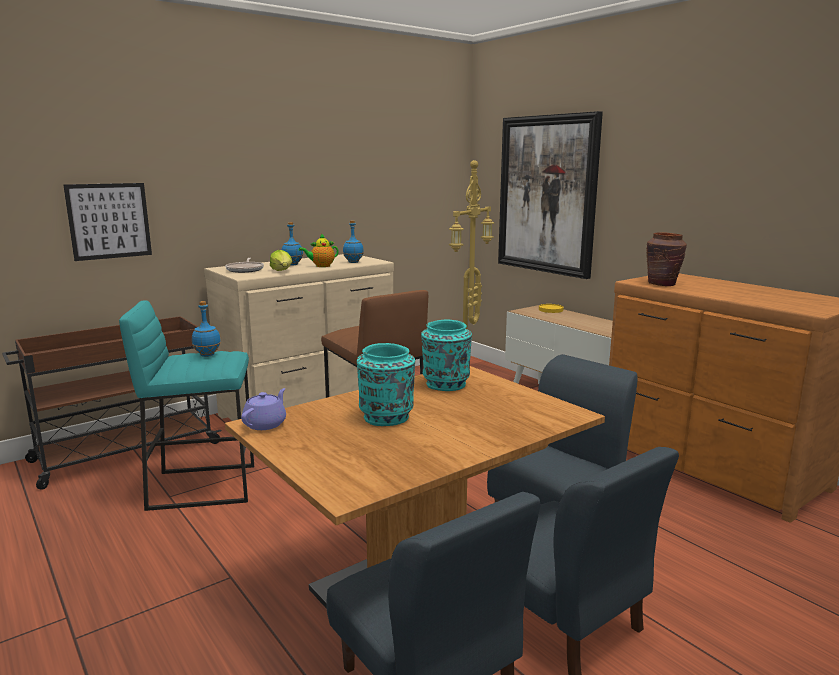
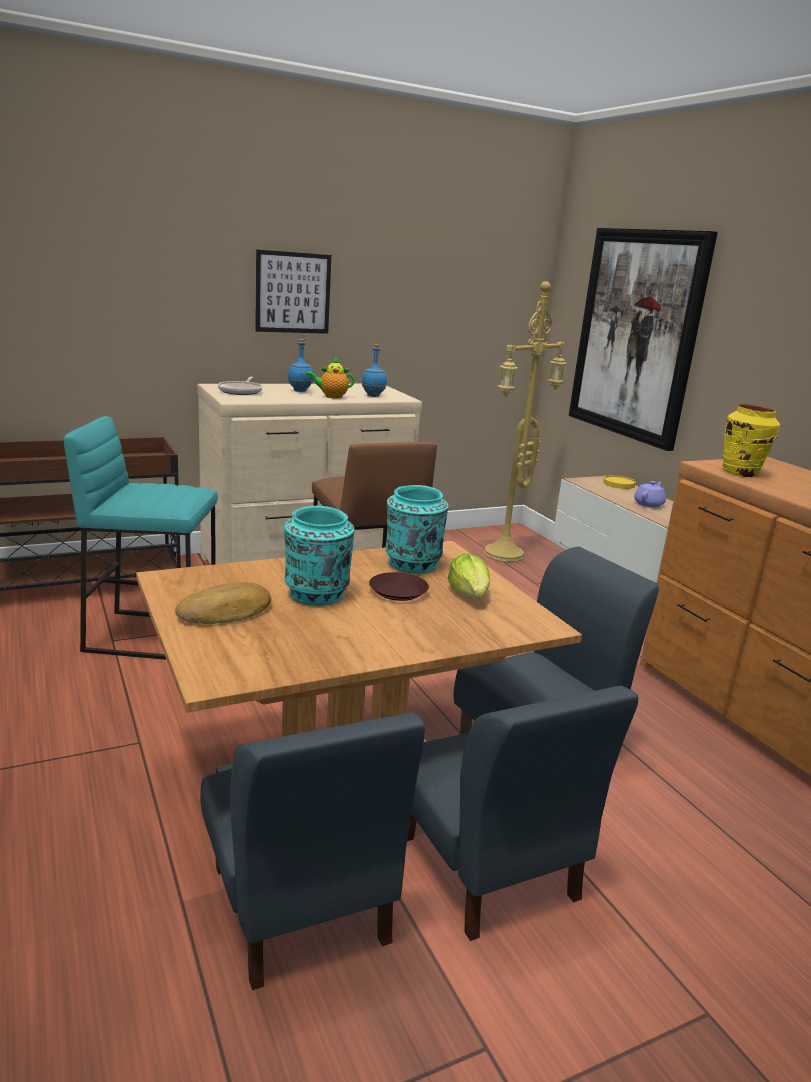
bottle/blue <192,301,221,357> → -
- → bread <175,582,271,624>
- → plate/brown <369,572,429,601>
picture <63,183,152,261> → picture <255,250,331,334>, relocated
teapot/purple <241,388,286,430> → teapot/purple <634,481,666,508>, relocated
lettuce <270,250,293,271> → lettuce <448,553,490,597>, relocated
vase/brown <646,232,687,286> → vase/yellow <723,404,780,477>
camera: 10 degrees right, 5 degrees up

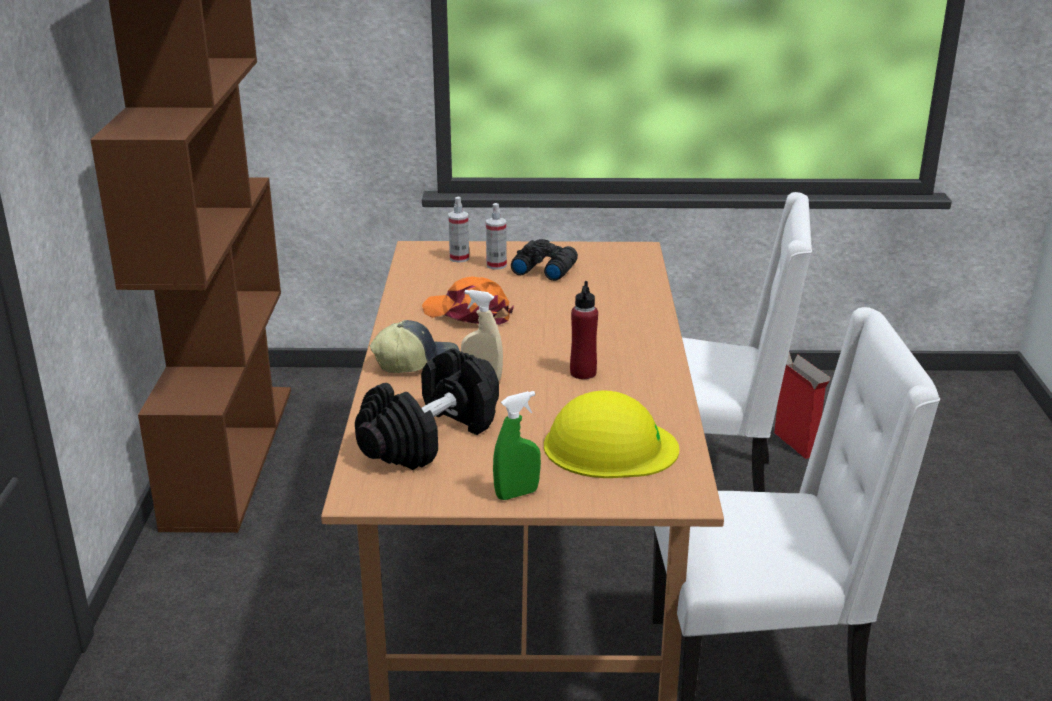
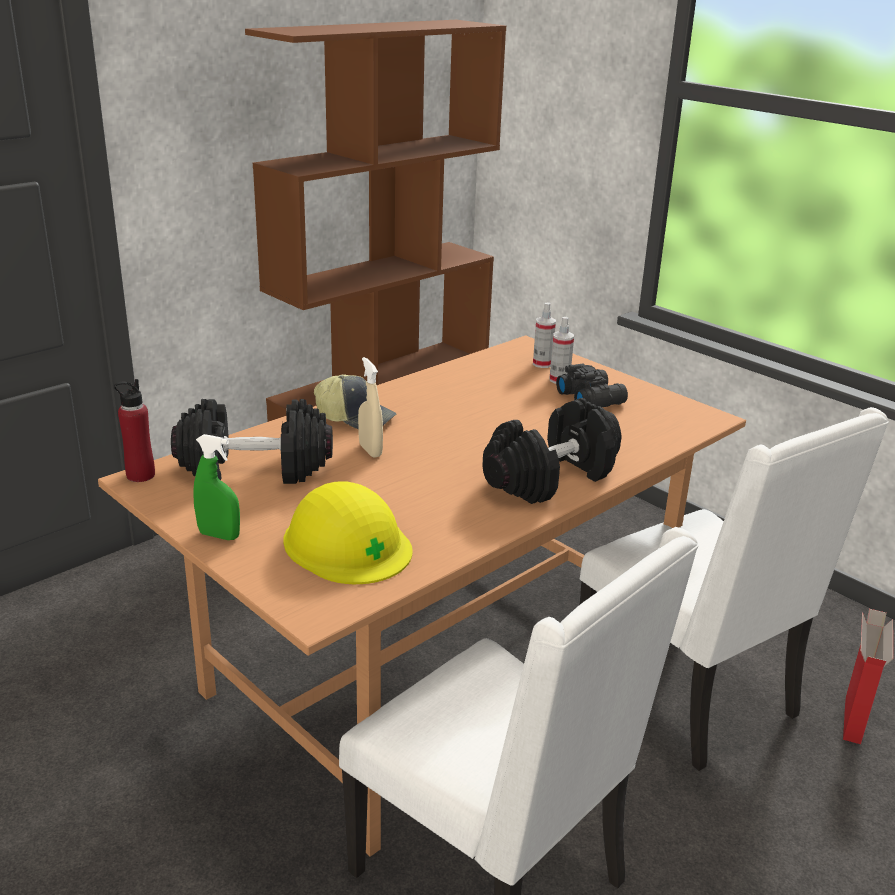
cap/orange <422,276,514,325> → -
- → dumbbell/black <483,398,622,504>
bottle/red <570,281,598,379> → bottle/red <114,379,155,482>, relocated
camera: 45 degrees right, 0 degrees up

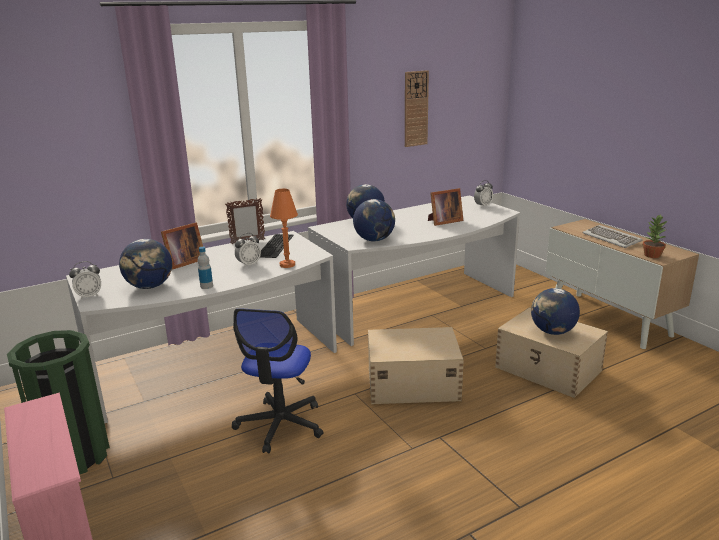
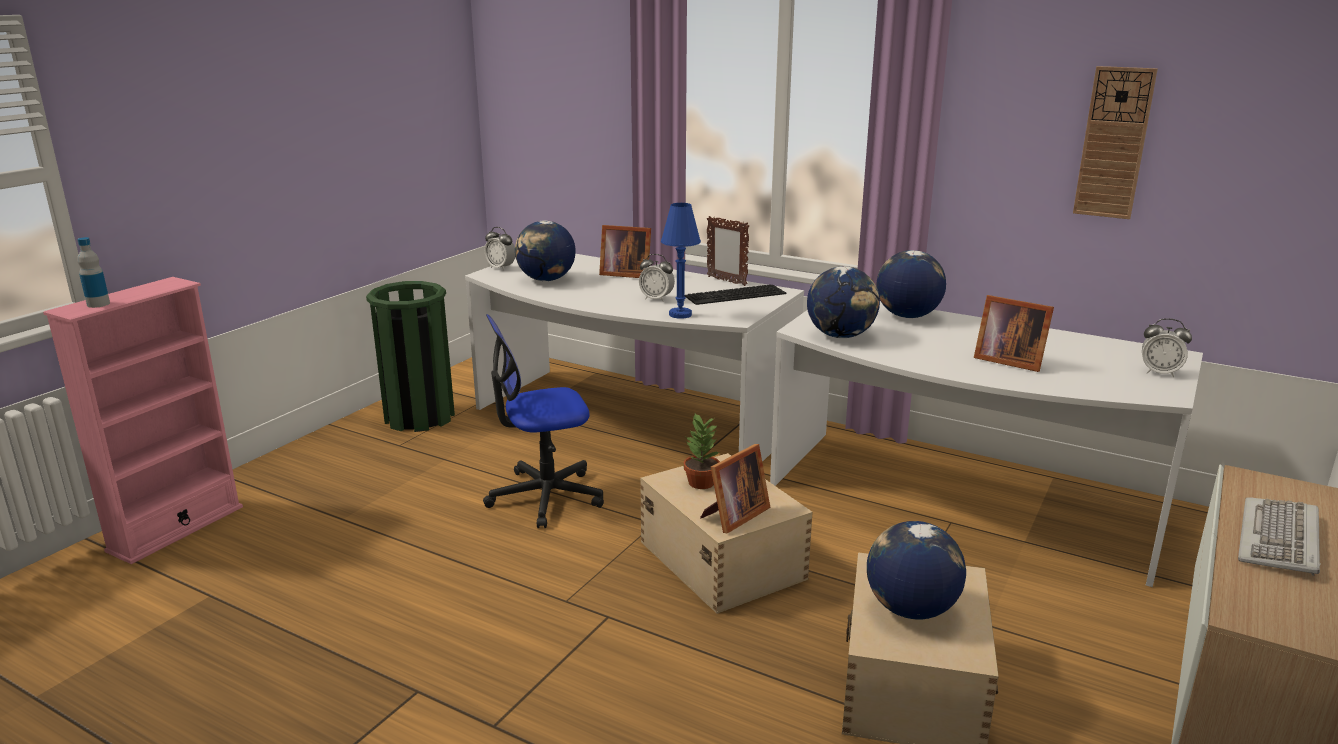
- → picture frame <700,444,770,534>
bottle <198,247,213,289> → bottle <77,237,110,308>, relocated
potted plant <643,214,667,258> → potted plant <683,414,720,489>, relocated
table lamp/orange <270,189,298,268> → table lamp/blue <661,203,701,319>
camera: 60 degrees right, 0 degrees up

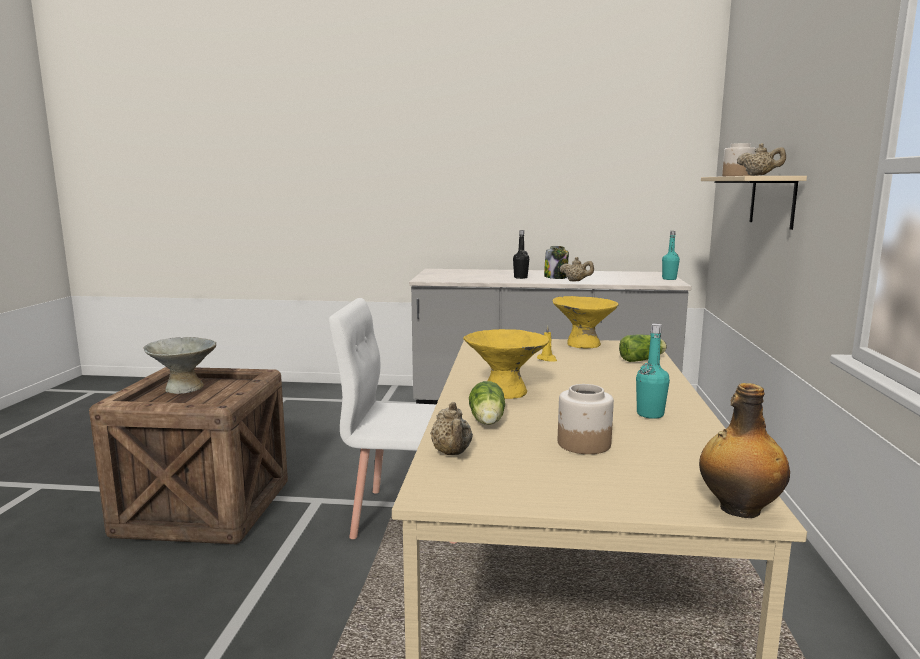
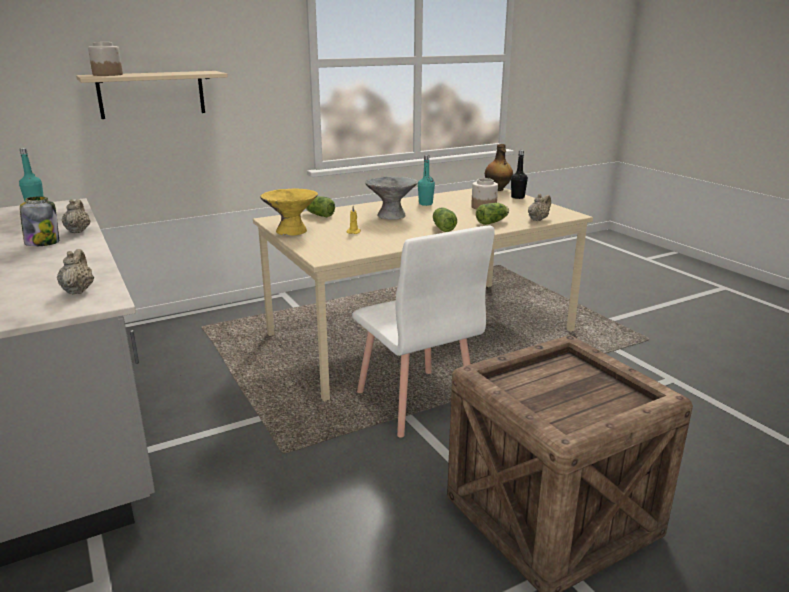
bowl/grey <143,337,216,394> → bowl/grey <365,176,418,220>, relocated
bottle/black <513,230,529,279> → bottle/black <511,150,528,199>, relocated
teapot/beige <737,143,786,176> → teapot/beige <57,249,94,294>, relocated
bowl/yellow <463,329,549,399> → lettuce <433,207,457,232>
camera: 125 degrees left, 10 degrees up

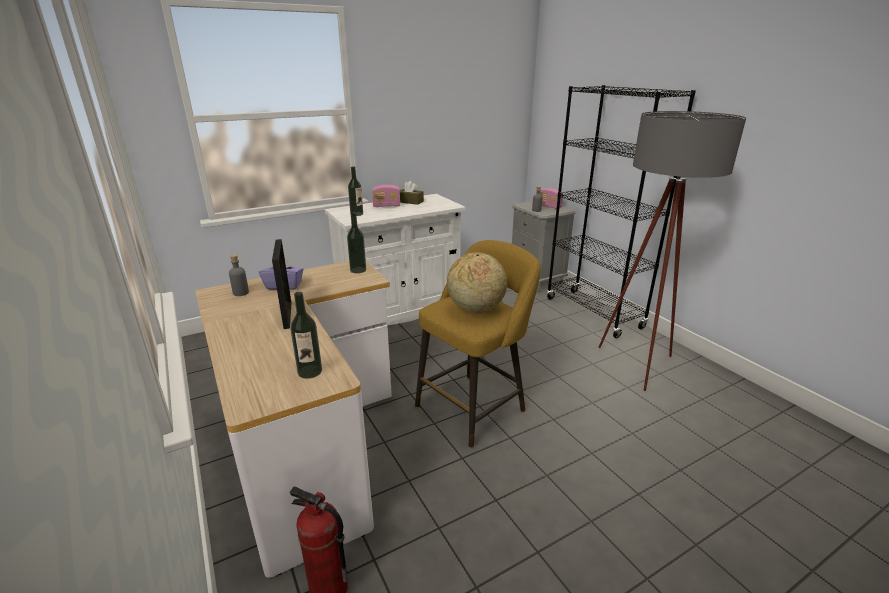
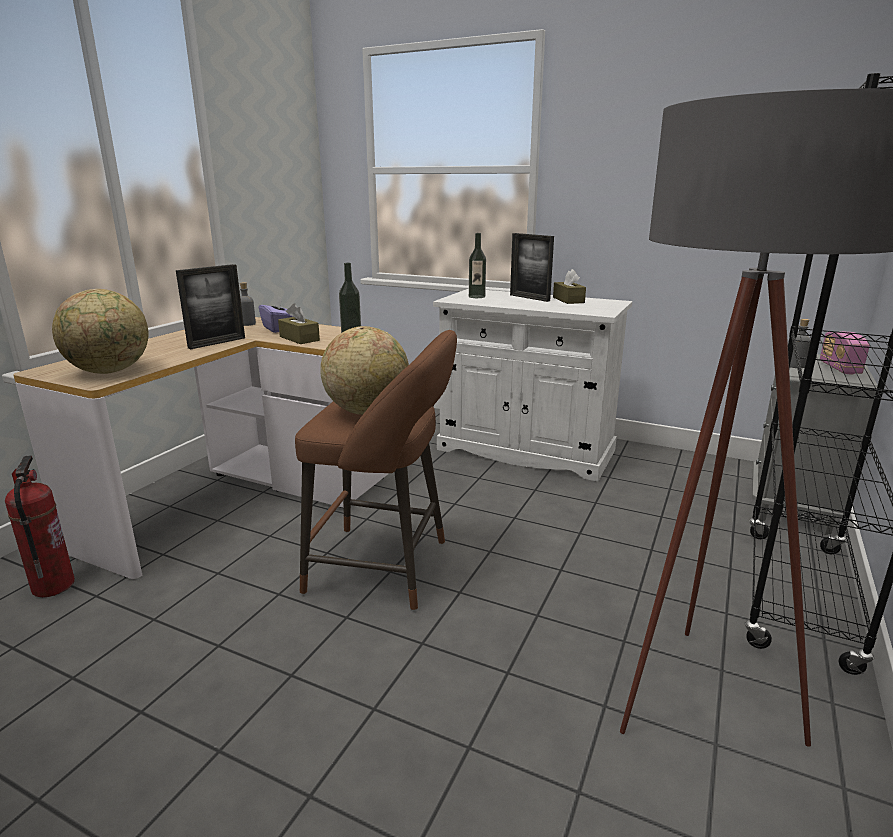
- → tissue box/brown <278,303,320,344>
bottle <290,292,322,379> → globe <52,289,148,374>
radio <372,185,400,207> → picture frame <510,233,554,302>
stool/yellow <415,240,541,448> → stool/brown <295,330,457,610>
camera: 55 degrees right, 5 degrees down

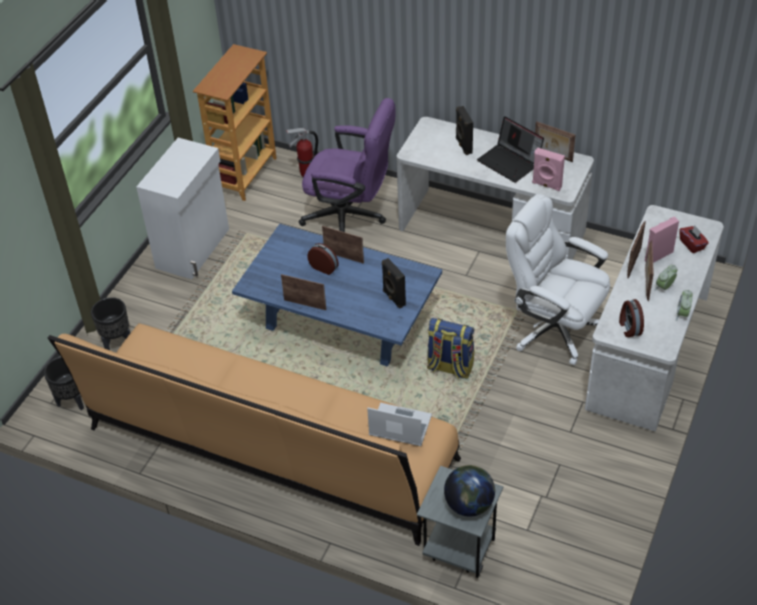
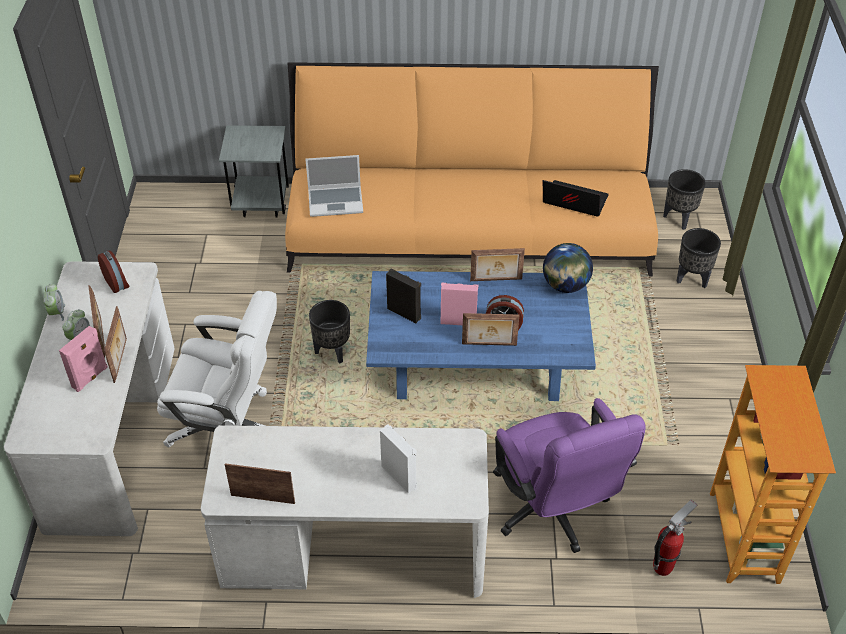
cabinet/white <136,138,229,279> → -
tissue box/red <679,226,709,253> → -
globe <444,465,495,517> → globe <543,243,593,293>, relocated
laptop <477,116,544,183> → laptop <543,180,609,217>, relocated
speaker/pink <532,147,565,191> → speaker/pink <440,283,479,325>, relocated
backpack <427,318,474,379> → planter/black <309,300,350,364>
speaker/black <456,106,473,155> → speaker/white <380,424,417,493>
office chair/purple <299,98,395,232> → office chair/purple <493,398,646,553>, 105 degrees counterclockwise
camera: 155 degrees right, 0 degrees up

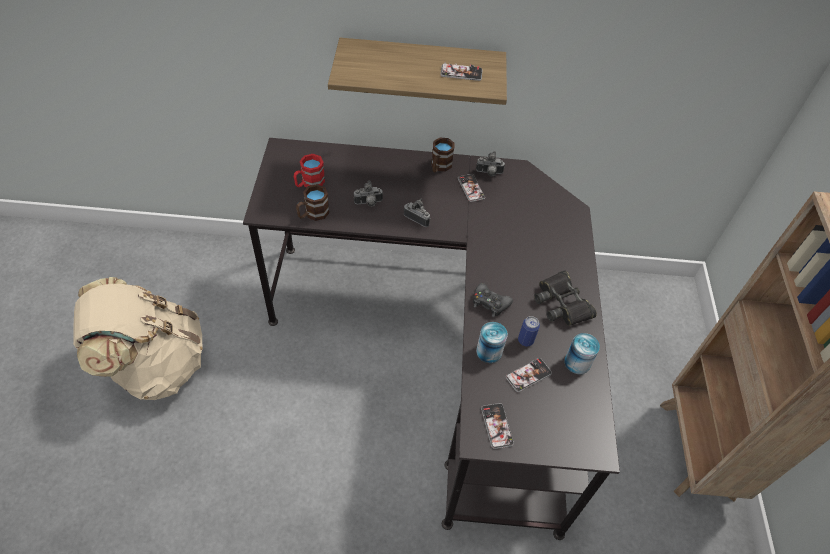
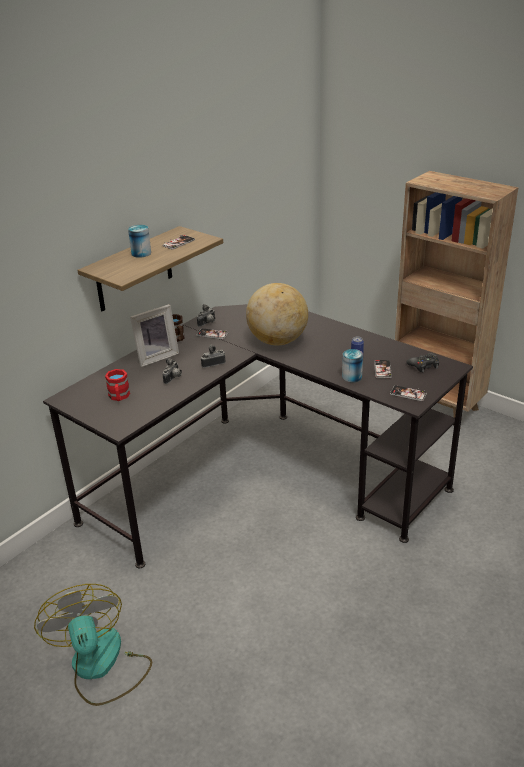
mug/brown <296,184,329,221> → -
binoculars/black <534,270,597,326> → -
- → picture frame <130,304,179,367>
- → globe <246,283,308,345>
game controller/black <473,283,513,317> → game controller/black <406,353,439,372>, relocated
can <564,333,600,374> → can <128,225,151,258>, relocated
backpack/beige <73,277,203,400> → fan <34,584,152,706>
camera: 50 degrees left, 20 degrees down

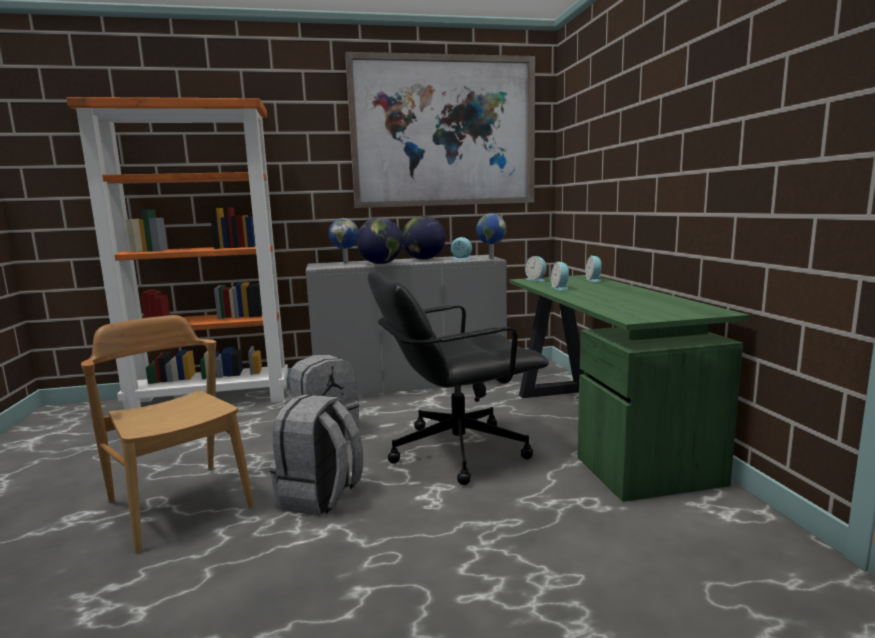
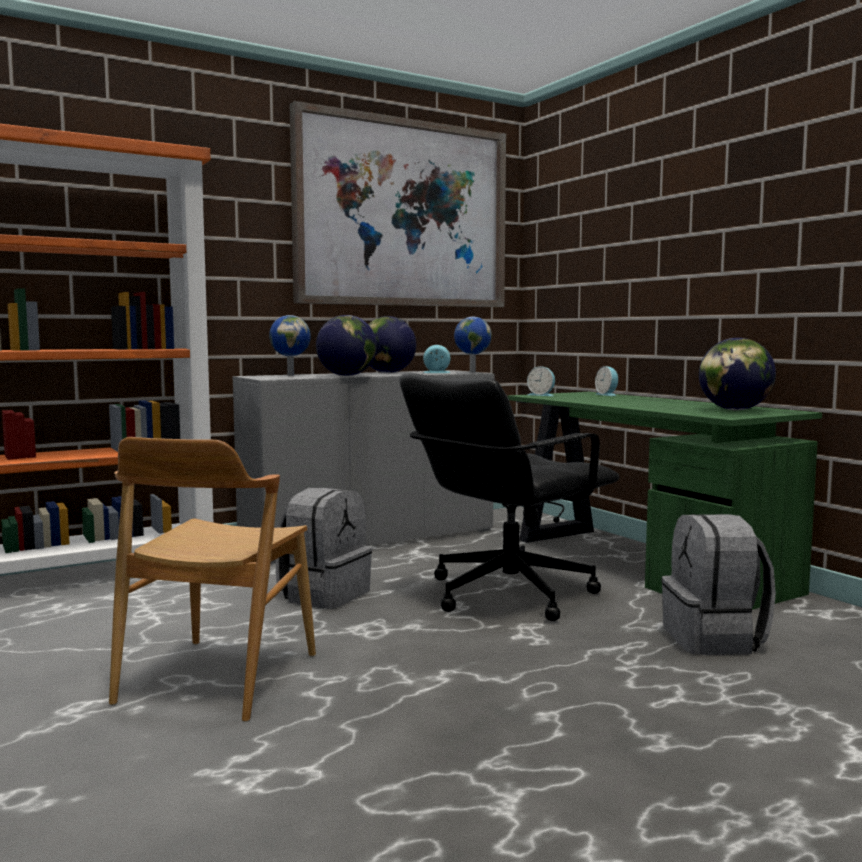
alarm clock <551,262,570,291> → -
- → globe <699,338,776,410>
backpack/grey <269,395,363,516> → backpack/grey <661,514,776,655>, relocated
chair/brown <81,315,254,553> → chair/brown <109,437,316,722>, 105 degrees counterclockwise
camera: 20 degrees left, 5 degrees down

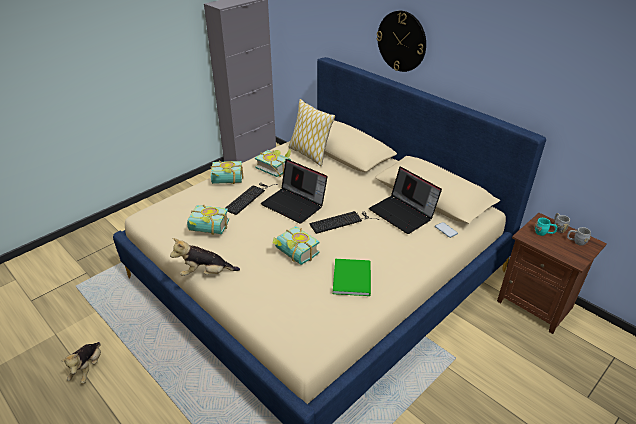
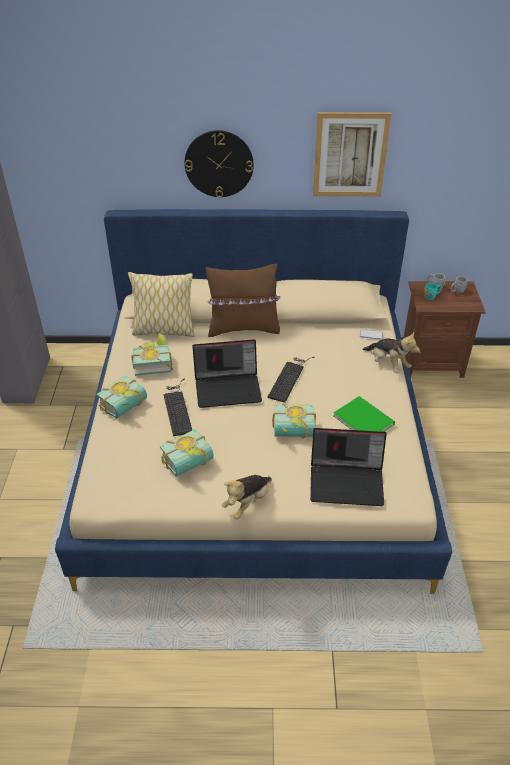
- → pillow/brown <206,264,280,337>
- → picture <313,112,392,196>
plush toy <62,342,101,384> → plush toy <362,332,420,373>, relocated
laptop <369,167,442,234> → laptop <310,428,387,506>, relocated
camera: 45 degrees left, 5 degrees up

